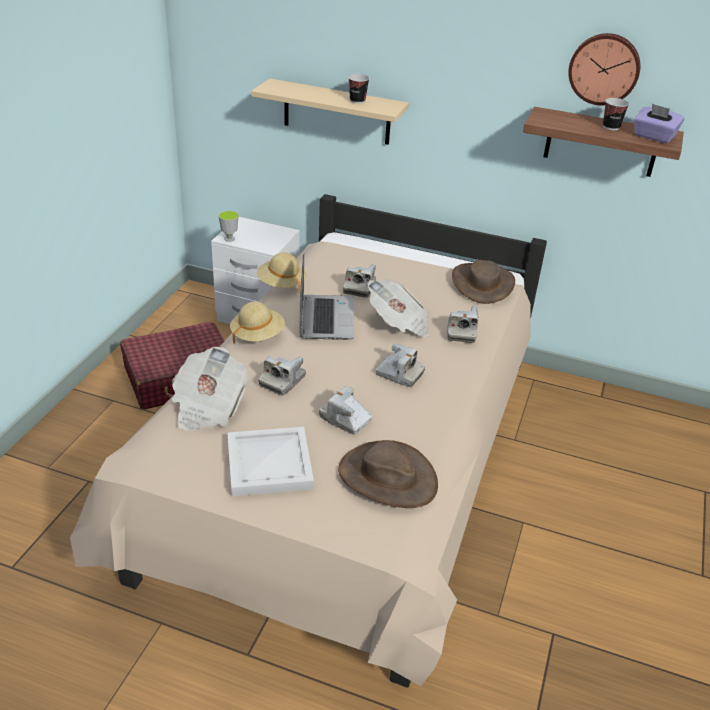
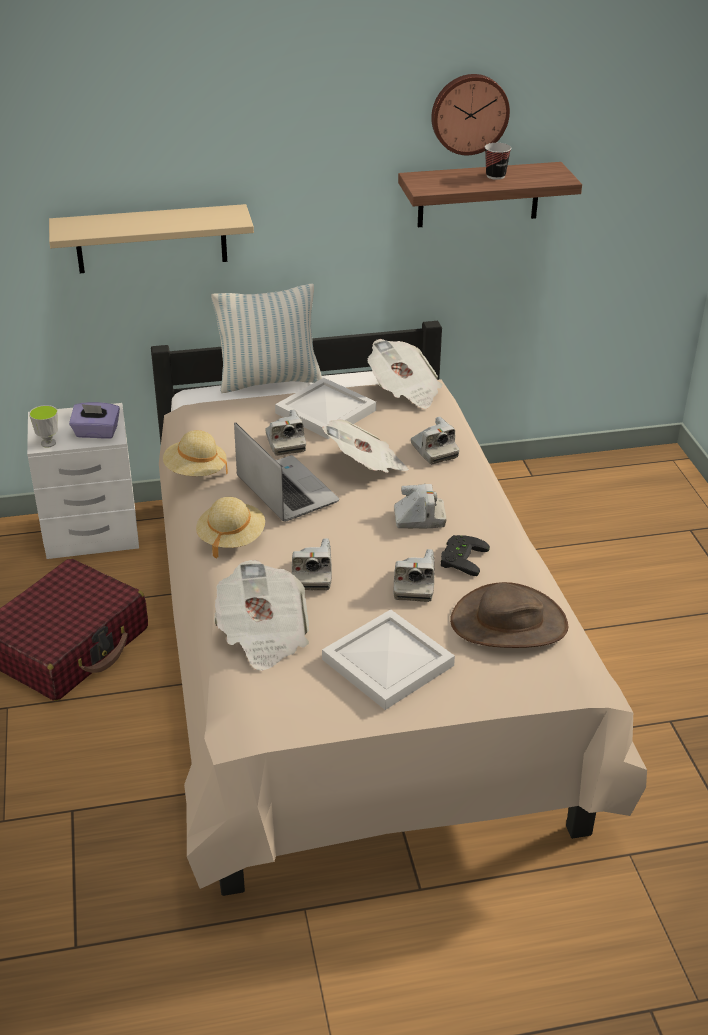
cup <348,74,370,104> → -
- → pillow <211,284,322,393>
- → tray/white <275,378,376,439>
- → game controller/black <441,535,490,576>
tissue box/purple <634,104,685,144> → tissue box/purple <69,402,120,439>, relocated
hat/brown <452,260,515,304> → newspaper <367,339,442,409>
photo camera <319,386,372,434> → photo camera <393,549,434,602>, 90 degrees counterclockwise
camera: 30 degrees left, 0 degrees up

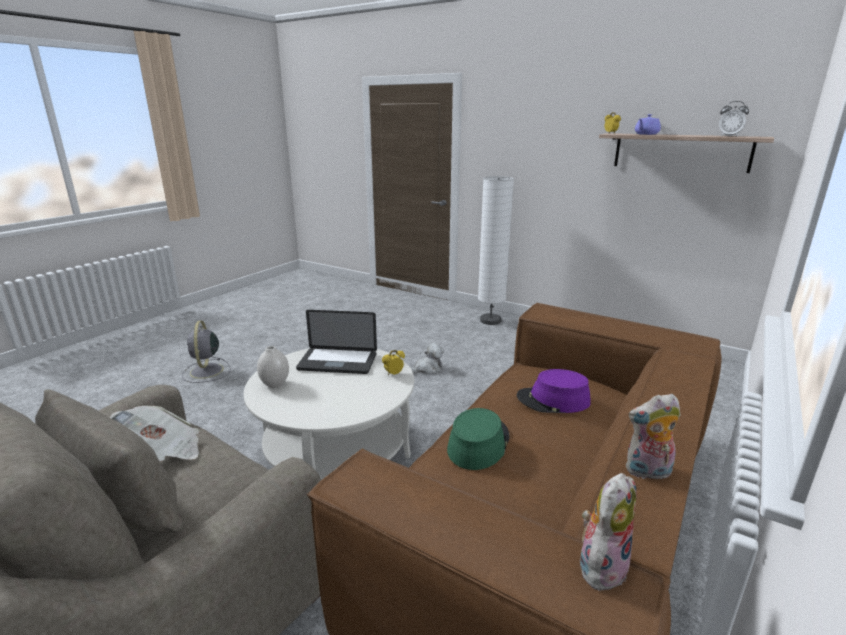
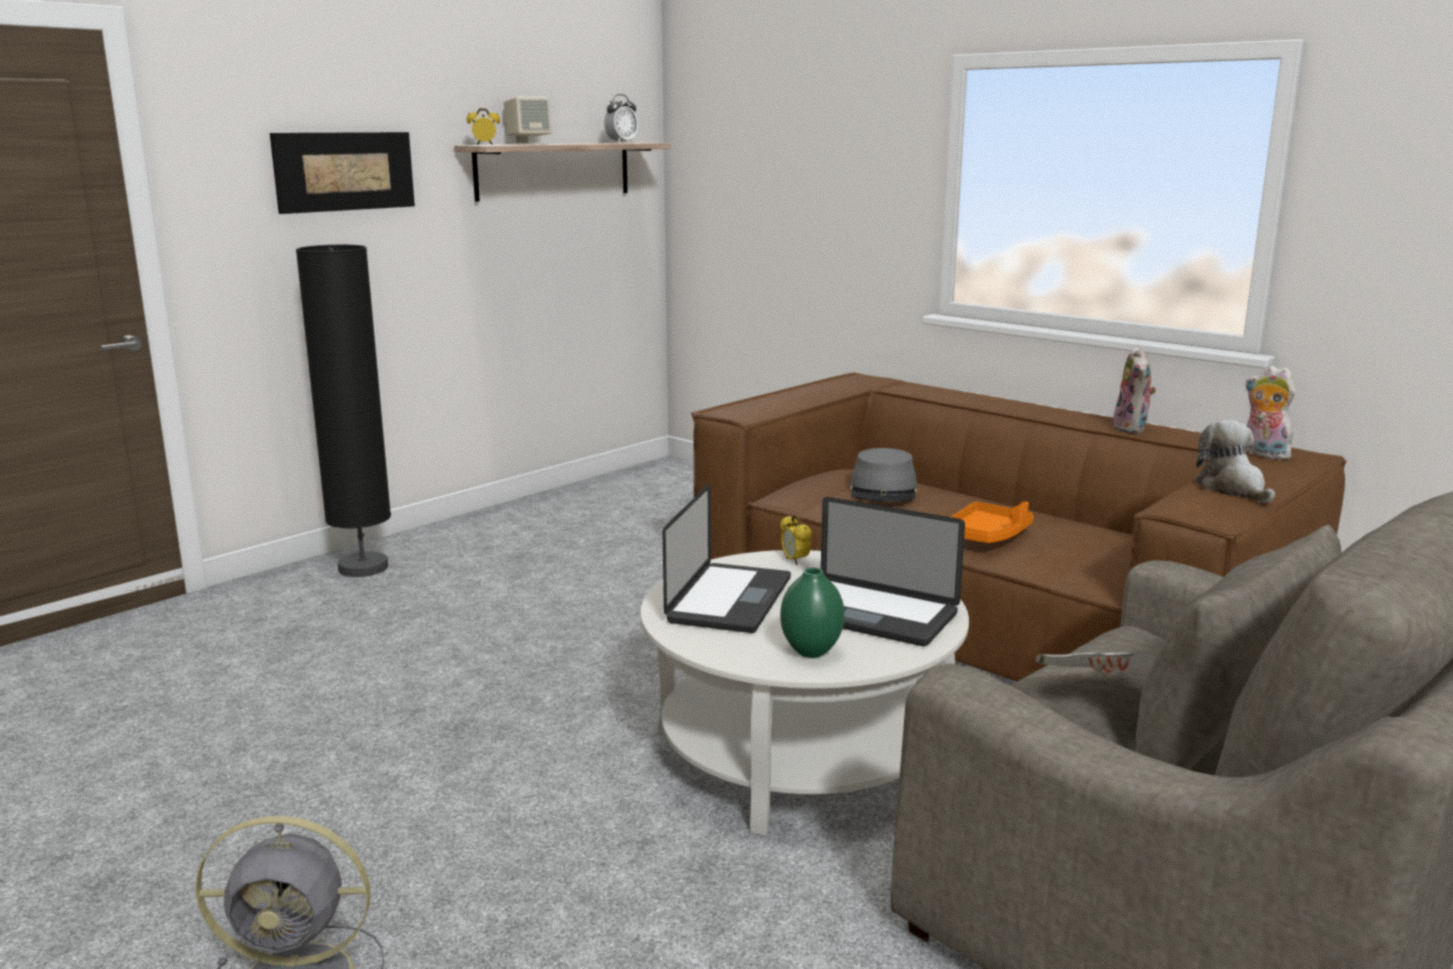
- → picture <270,132,415,214>
- → laptop <821,497,965,646>
plush toy <411,343,444,374> → plush toy <1195,420,1275,503>, relocated
hat/green <447,408,509,470> → tray/orange <951,501,1034,543>
teapot/purple <635,114,661,135> → speaker/beige <504,96,552,145>
vase/white <257,346,289,388> → vase/green <780,568,845,658>
floor lamp/white <478,176,514,325> → floor lamp/black <296,245,391,577>
hat/purple <517,369,591,413> → hat/grey <850,448,918,502>
camera: 80 degrees left, 5 degrees down

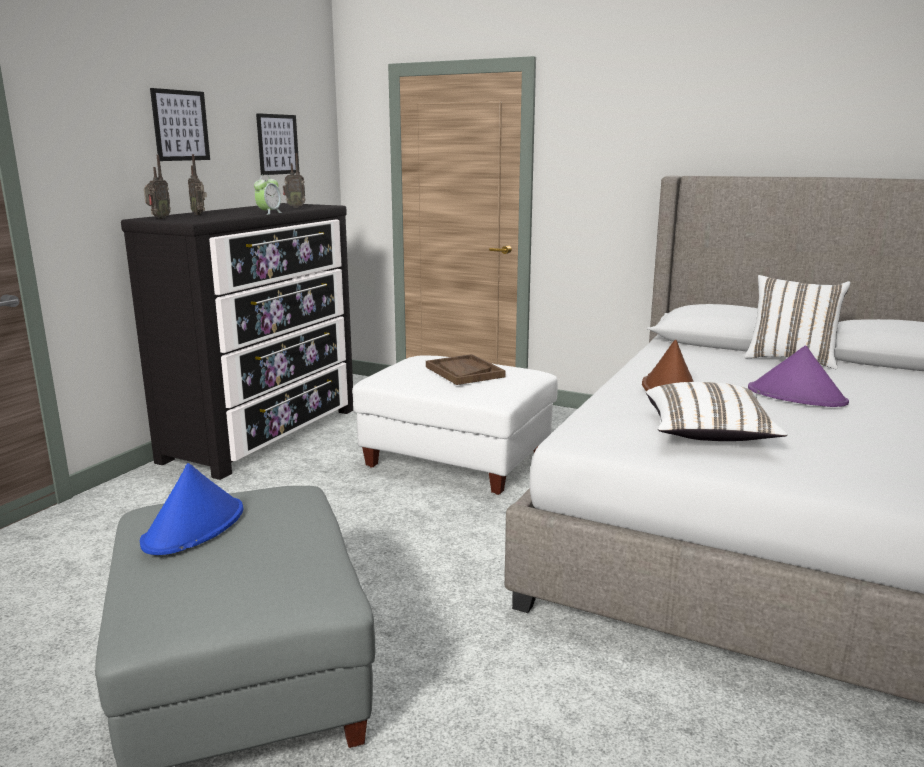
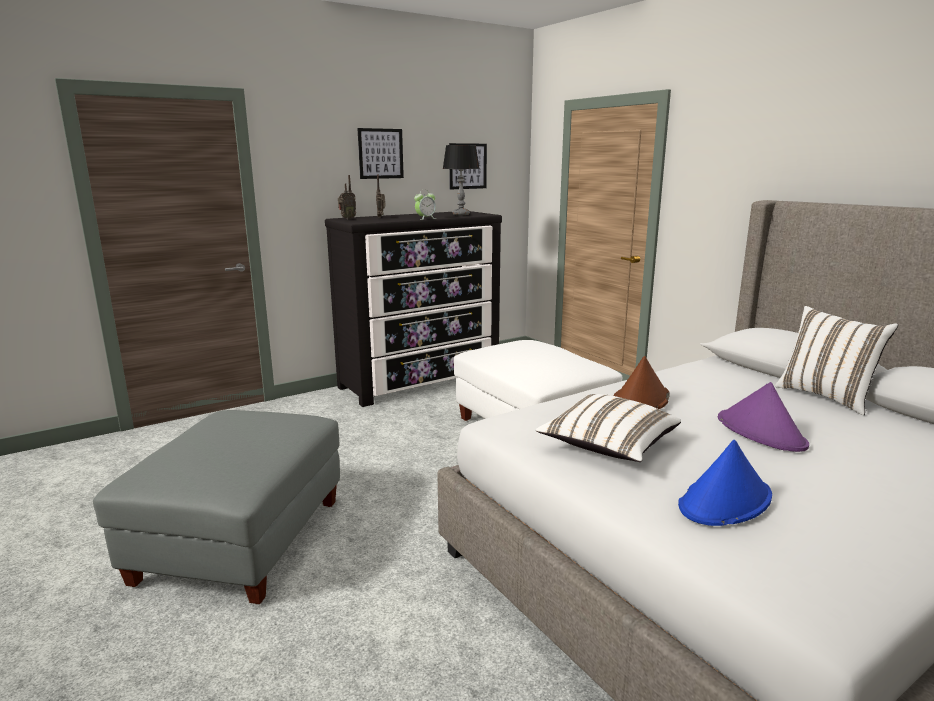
tray/brown <426,354,506,385> → -
hat/blue <140,463,243,555> → hat/blue <678,440,772,526>, relocated
radio <283,153,306,208> → table lamp <443,145,480,215>
camera: 30 degrees right, 0 degrees up

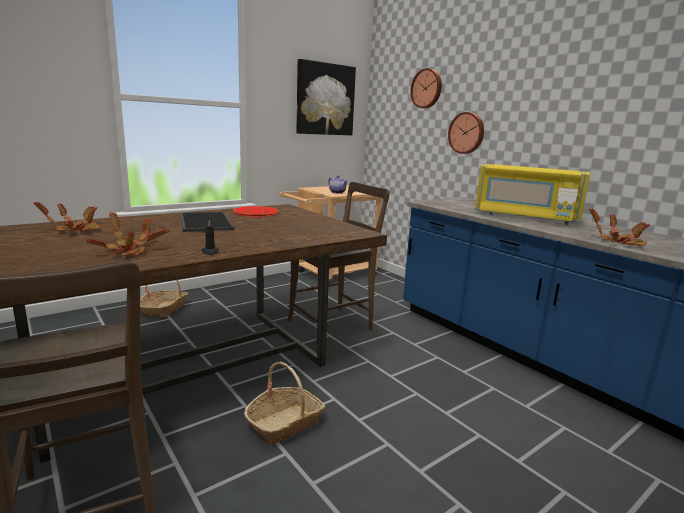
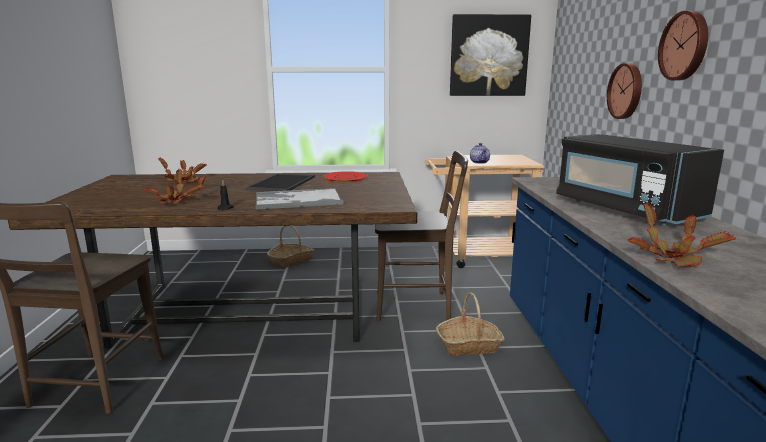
- → tray <255,188,343,209>
basket <244,362,325,445> → basket <436,292,505,356>, relocated
wall clock <410,68,442,108> → wall clock <658,11,708,80>, relocated
microwave/yellow <475,164,590,225> → microwave/black <556,134,724,225>
camera: 35 degrees right, 0 degrees up

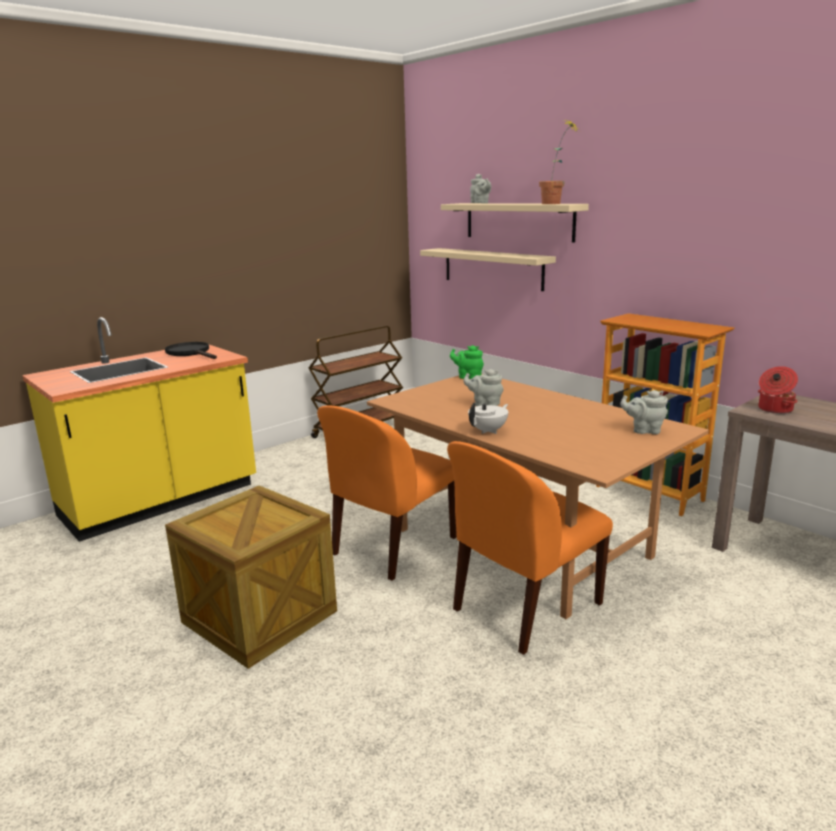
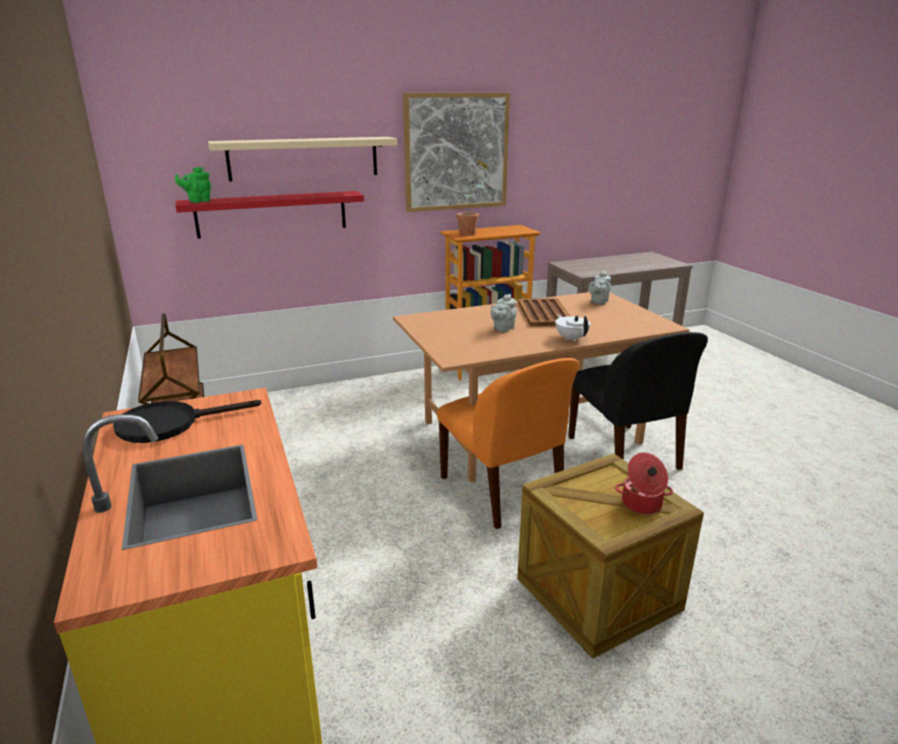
teapot/grey <470,174,491,203> → -
- → picture <403,93,510,212>
- → tray/brown <518,298,570,326>
teapot/green <450,345,484,379> → teapot/green <175,167,211,203>, relocated
potted plant <539,118,578,204> → potted plant <456,161,490,235>, relocated
cooking pot <758,366,798,414> → cooking pot <615,453,673,514>, relocated
shelf/beige <420,248,556,291> → shelf/red <176,191,364,239>
chair/orange <447,441,613,655> → chair/black <568,332,708,470>
camera: 70 degrees left, 5 degrees up

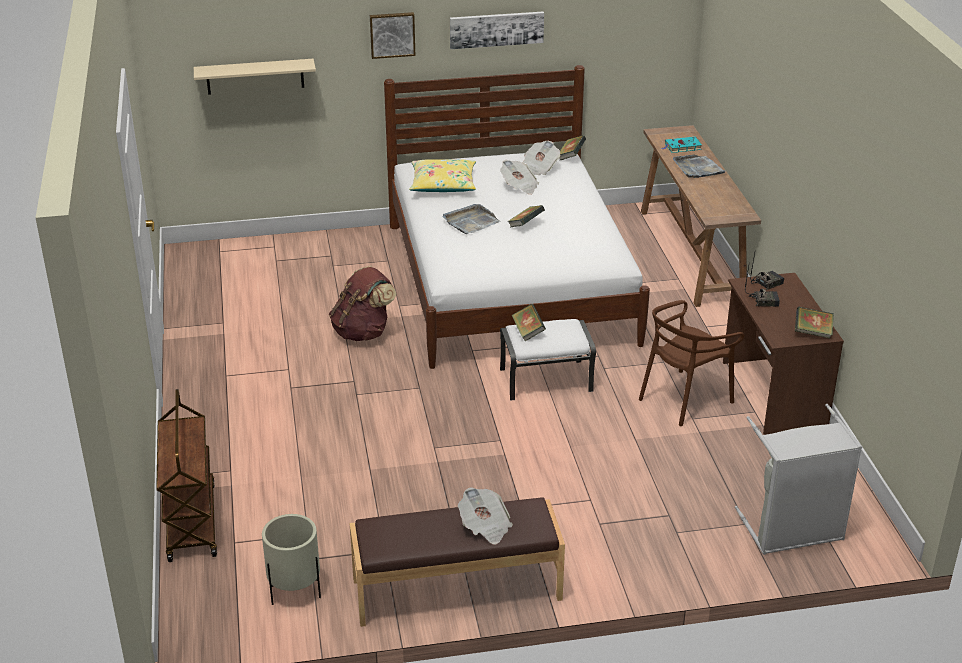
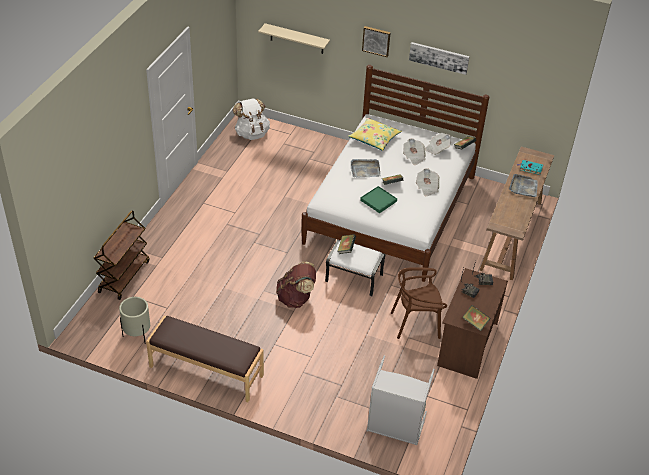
- → backpack/white <233,99,270,140>
- → tray/green <360,186,397,213>
backpack/brown <329,266,396,341> → backpack/brown <277,261,316,308>, relocated
newspaper <458,487,513,545> → newspaper <416,168,440,196>, relocated
camera: 30 degrees right, 10 degrees up

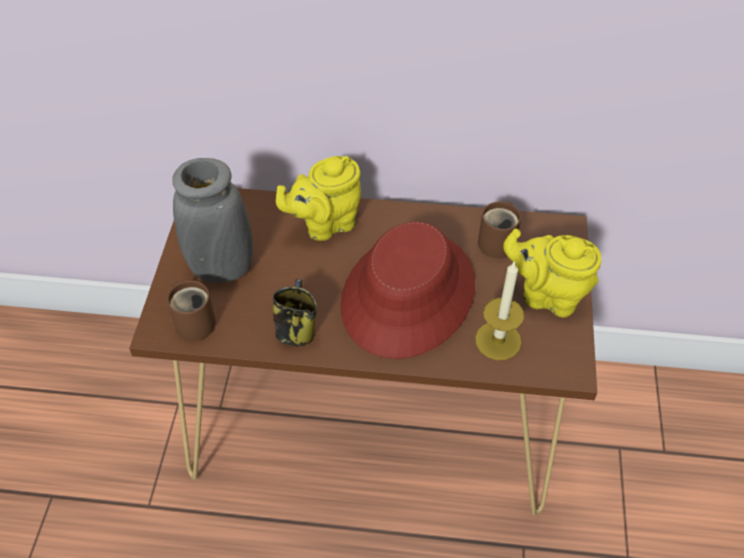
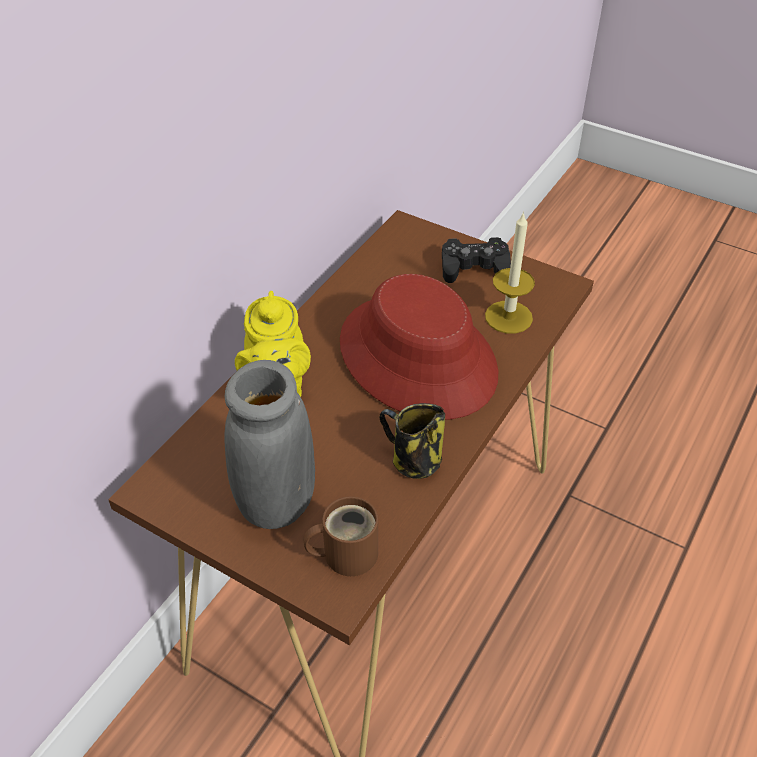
mug/brown <478,202,521,258> → -
teapot/yellow <503,229,601,318> → game controller/black <442,237,511,283>
camera: 65 degrees left, 5 degrees down

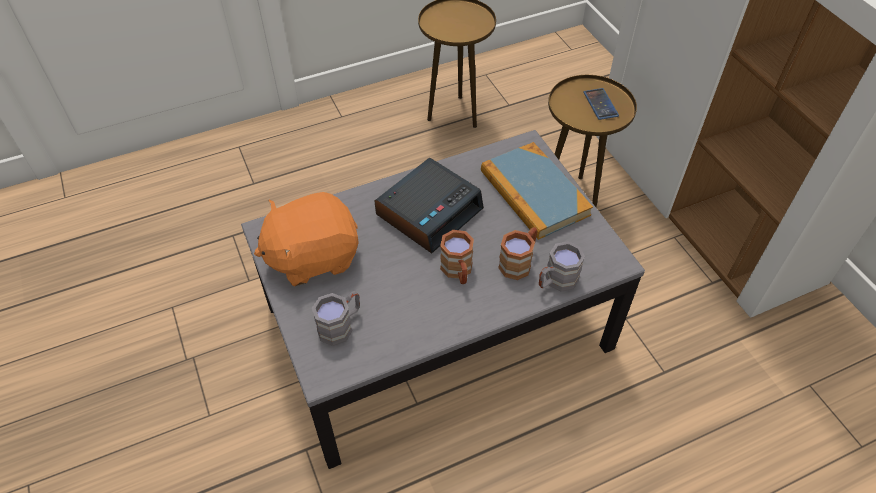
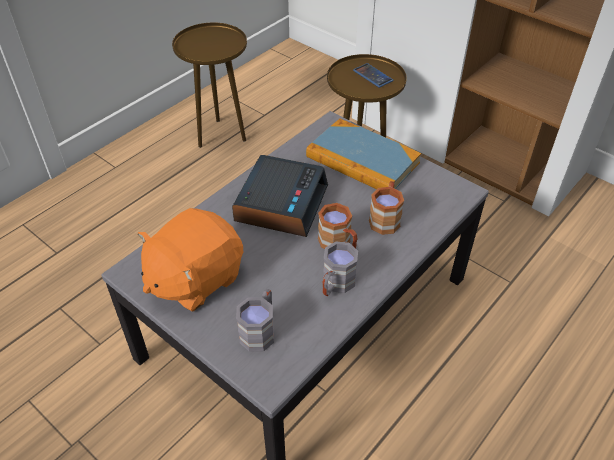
mug/grey <539,241,585,292> → mug/grey <322,242,358,296>, relocated
camera: 25 degrees left, 5 degrees down

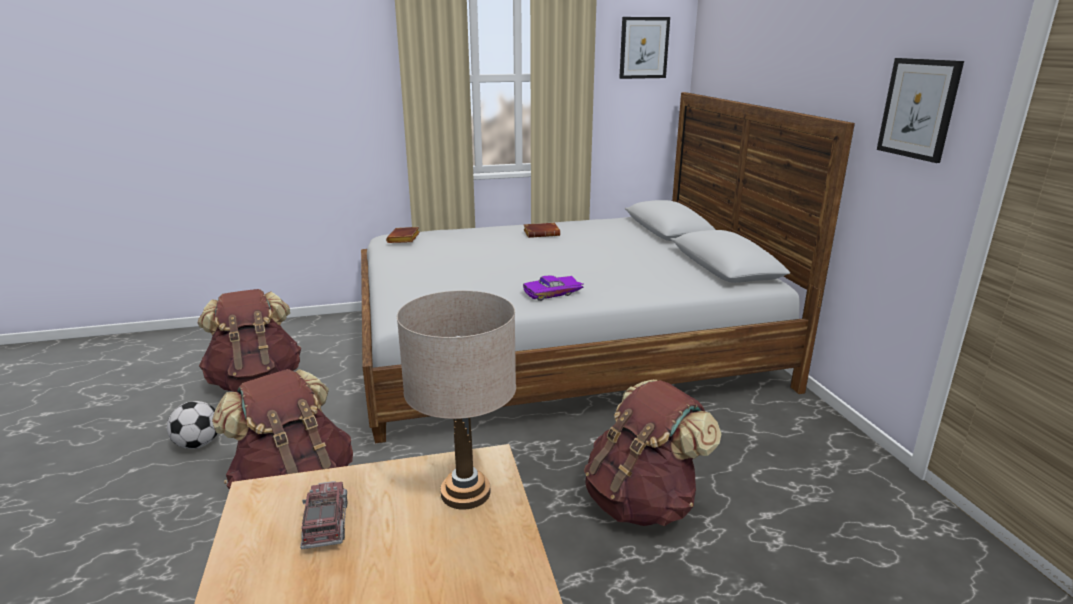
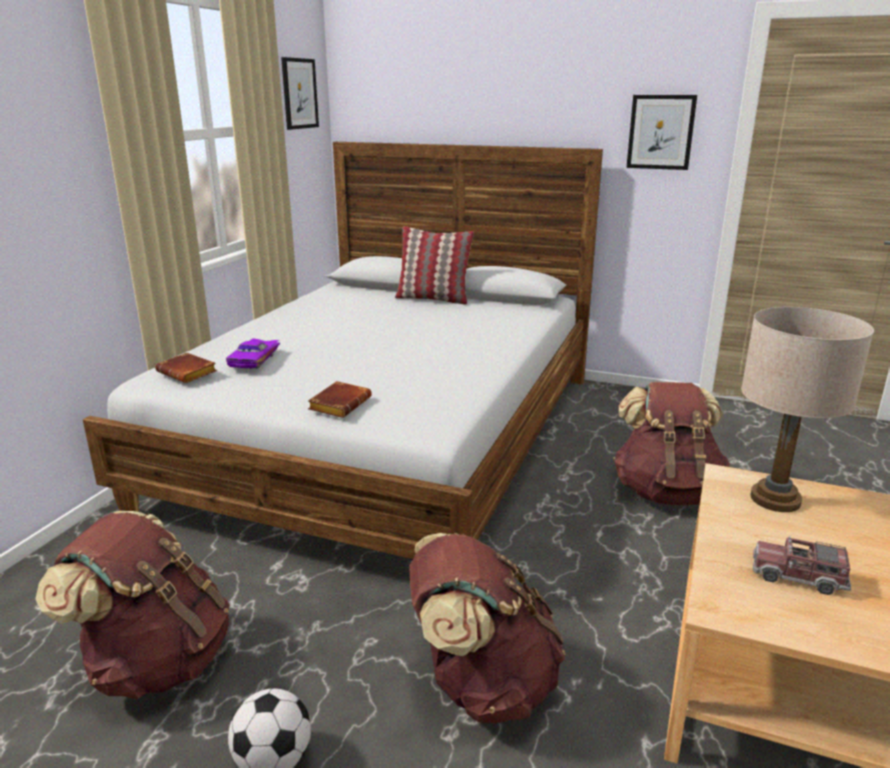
- → pillow <395,226,474,305>
toy car/purple <523,276,584,301> → toy car/purple <226,338,280,368>, relocated
book/brown <524,223,560,238> → book/brown <308,381,372,418>, relocated
camera: 55 degrees left, 0 degrees up

